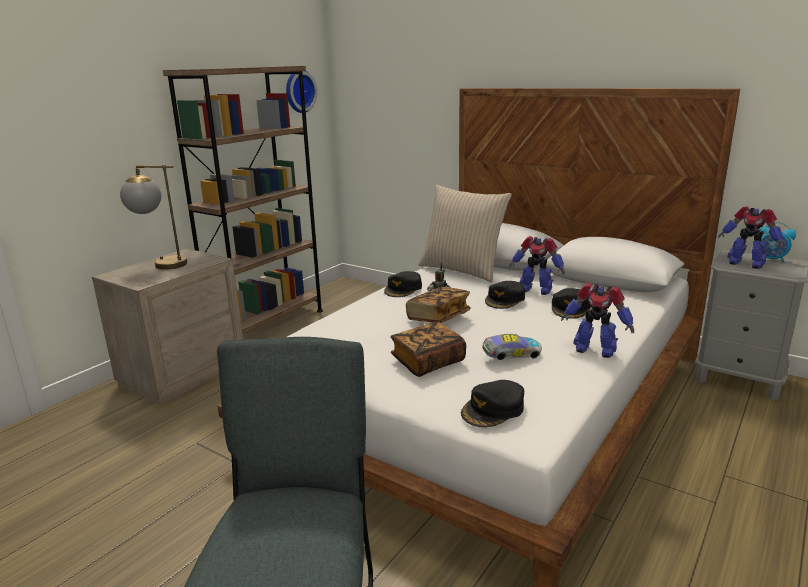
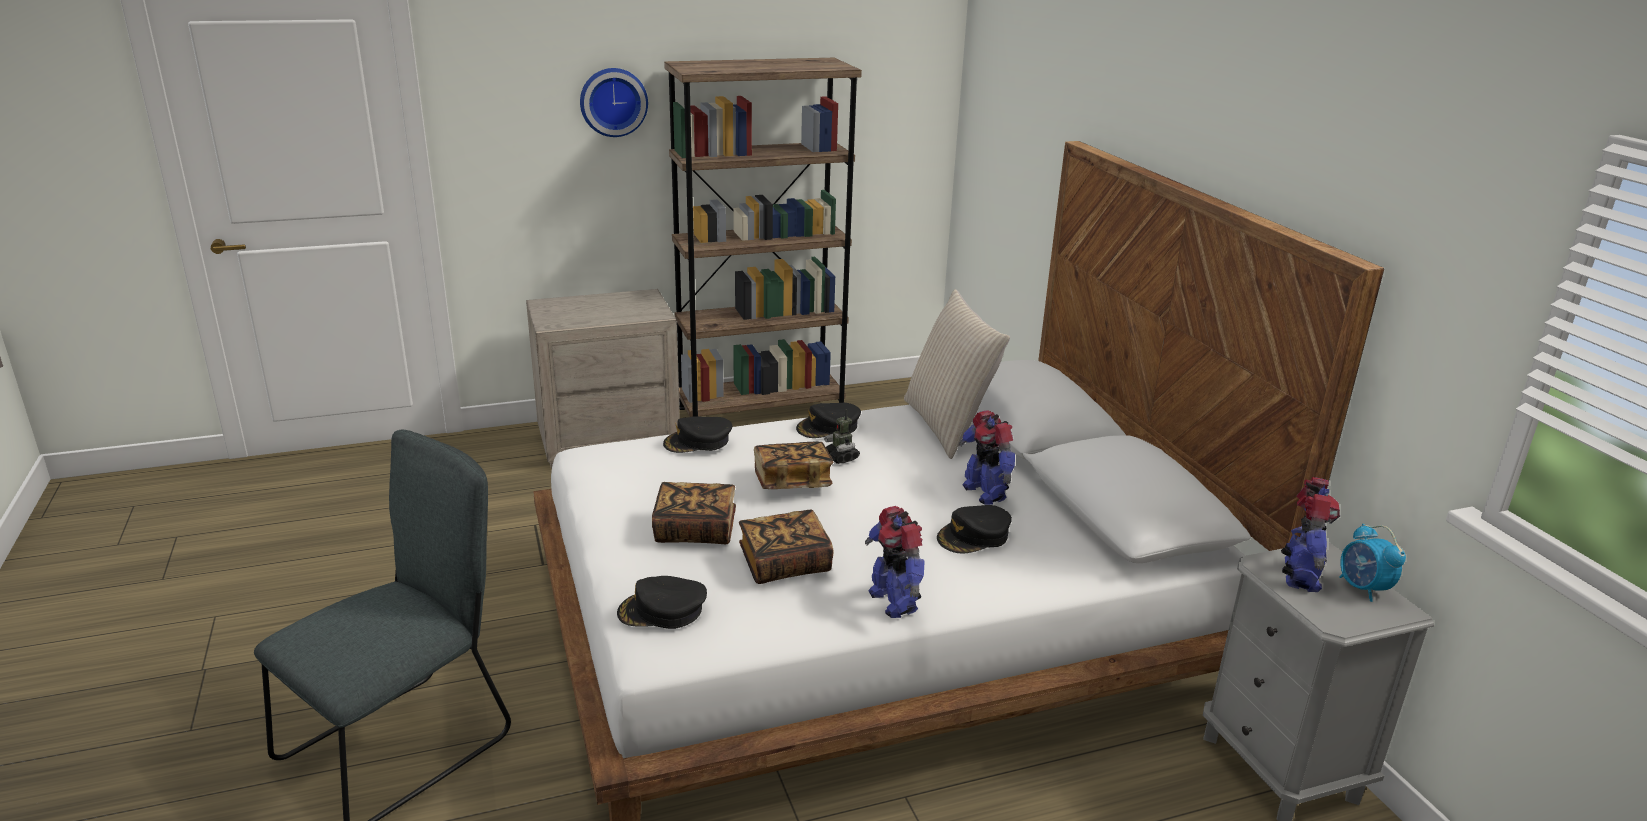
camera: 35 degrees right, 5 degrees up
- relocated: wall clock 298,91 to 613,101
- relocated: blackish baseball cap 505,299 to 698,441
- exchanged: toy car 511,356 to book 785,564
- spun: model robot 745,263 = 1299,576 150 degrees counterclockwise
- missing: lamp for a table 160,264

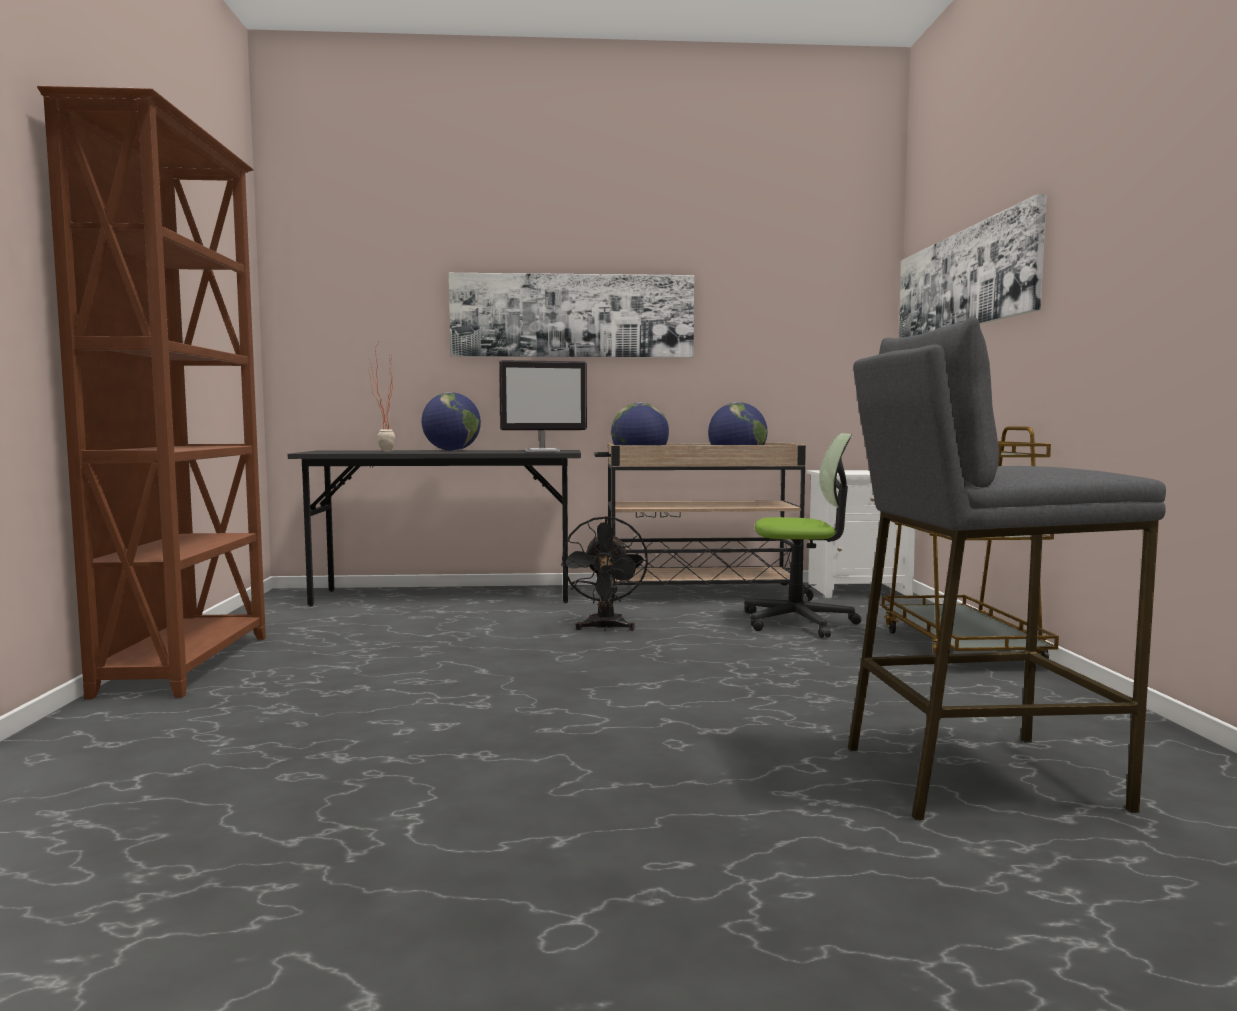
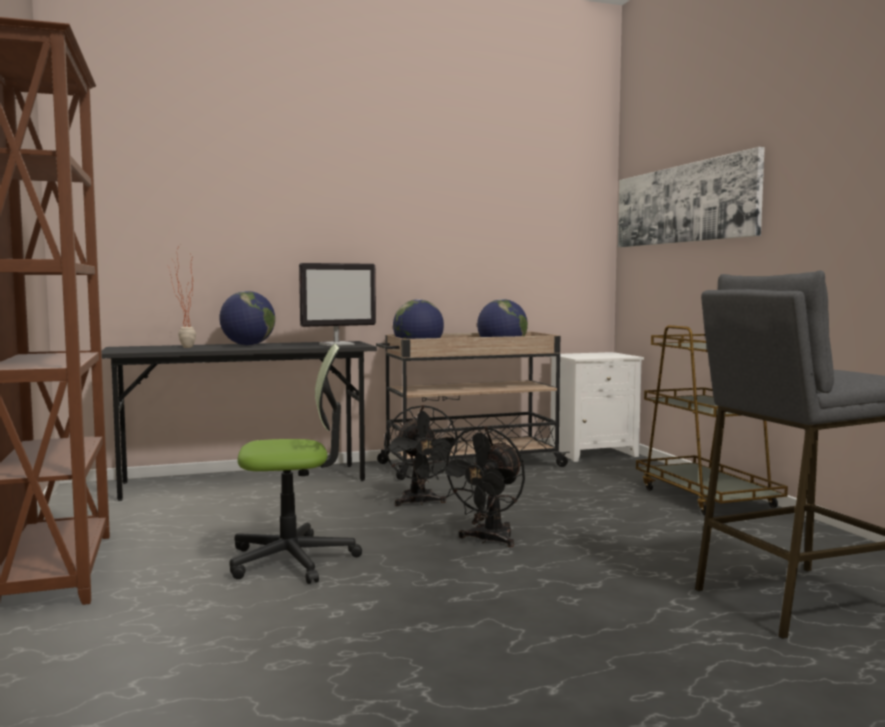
camera: 15 degrees left, 0 degrees up
- relocated: computer chair 798,622 to 292,560
- appeared: blackish electric fan 487,540
- missing: wall art 572,316

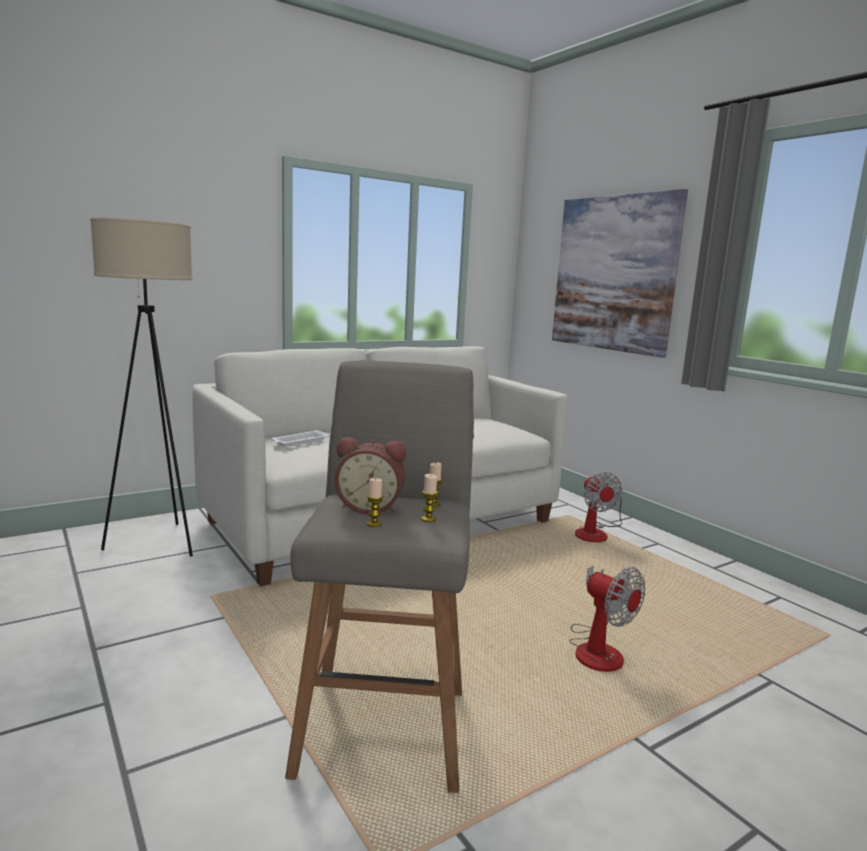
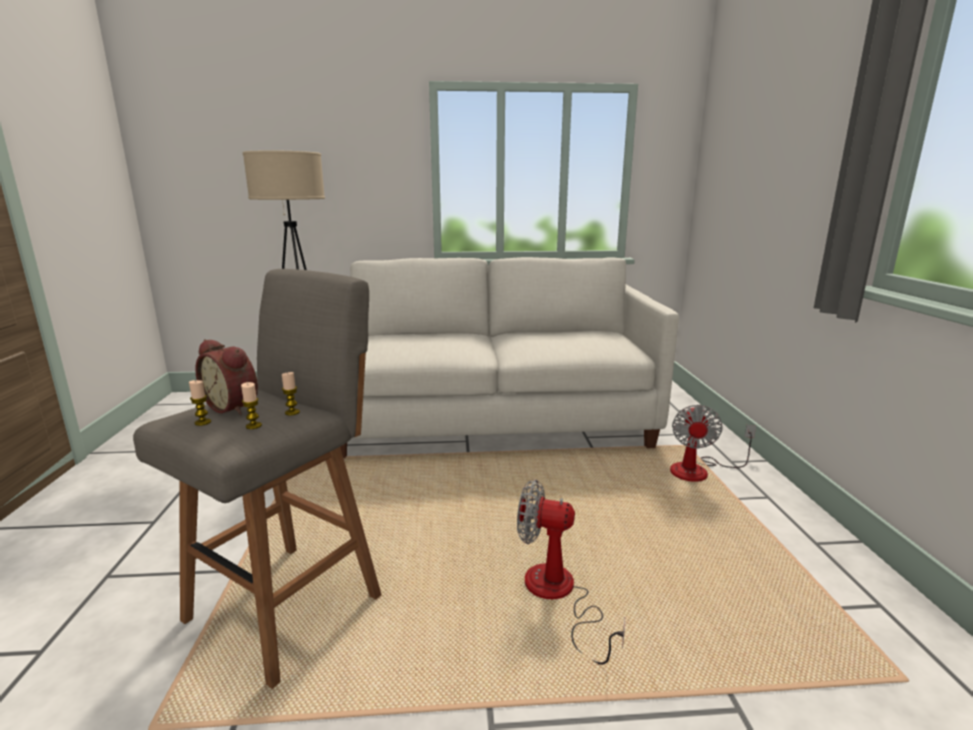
camera: 30 degrees right, 5 degrees up
- spun: electric fan 597,648 = 558,596 120 degrees clockwise
- missing: white carrying tray 299,442
- missing: wall art 614,273

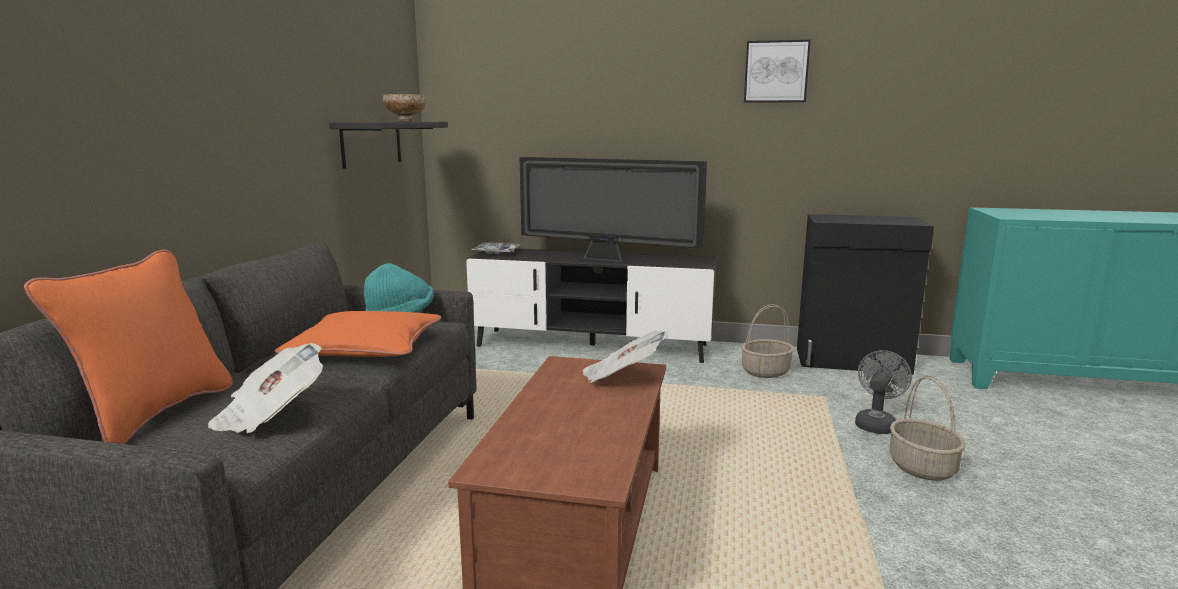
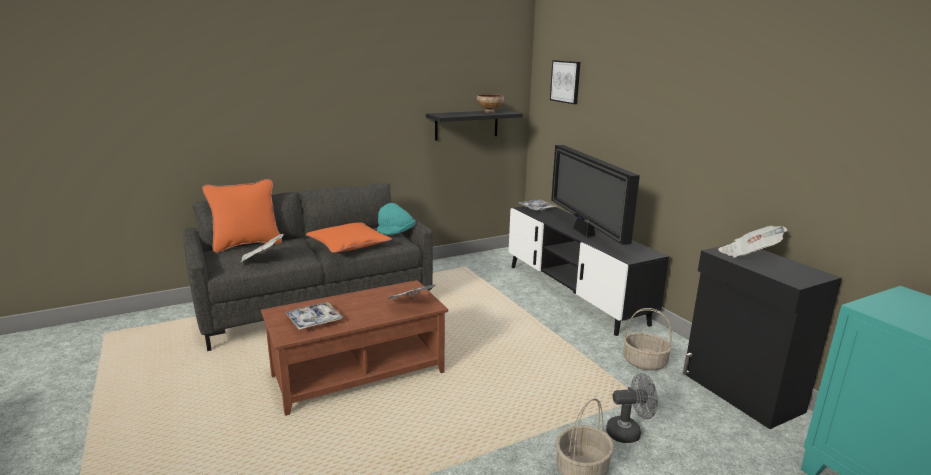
camera: 50 degrees right, 5 degrees up
- appeared: carrying tray 314,321
- relocated: wall art 776,72 to 565,81
- appeared: newspaper 748,255

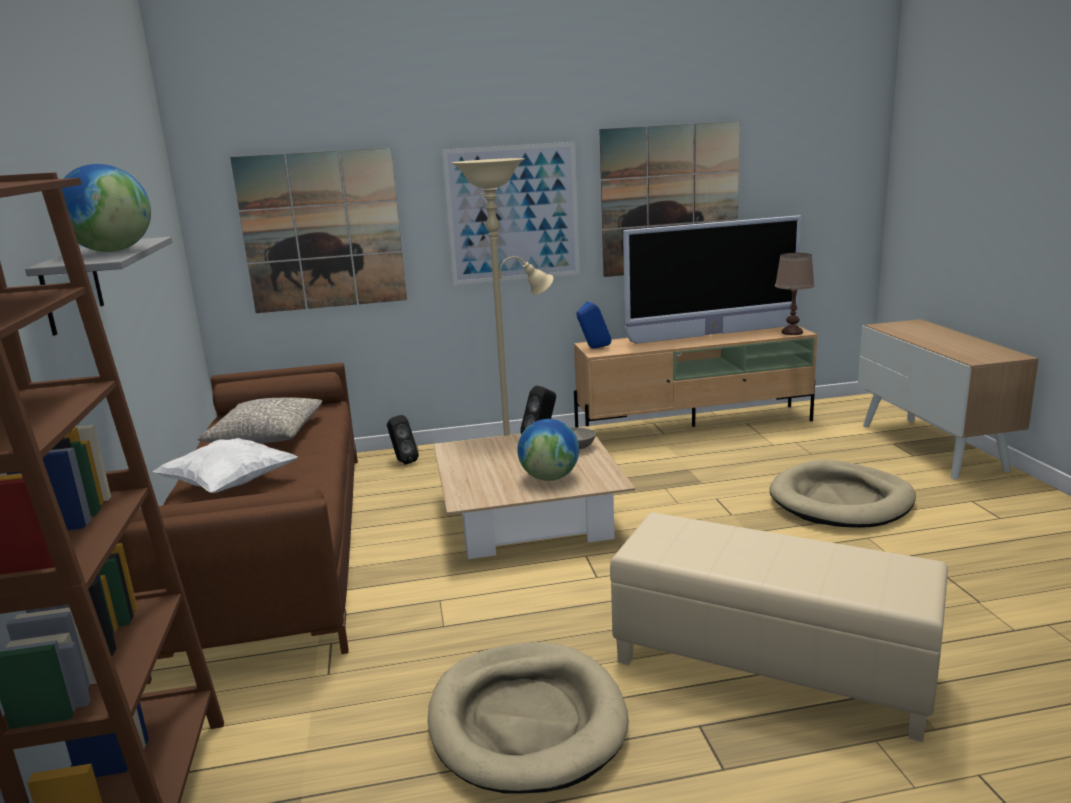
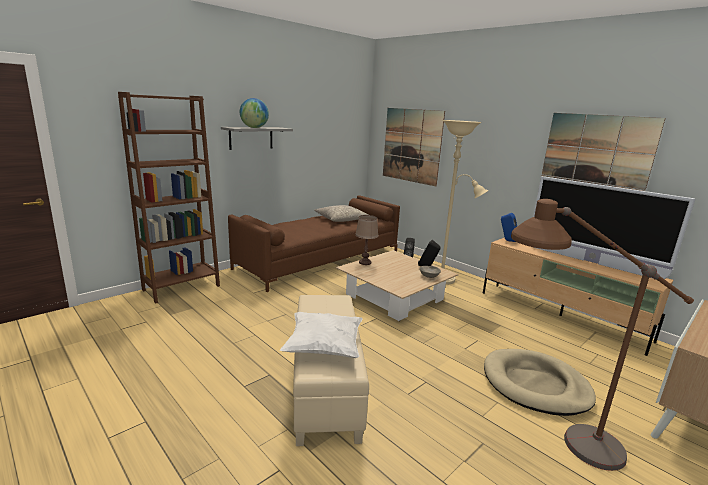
camera: 55 degrees right, 0 degrees up
- relocated: white pillow 230,485 to 323,348
- relocated: brown-coloured lamp for a table 791,332 to 365,262
- appeared: brown-coloured standing lamp 555,446
- missing: beige pet bed 526,721
- missing: wall art 513,214
- missing: globe 550,477

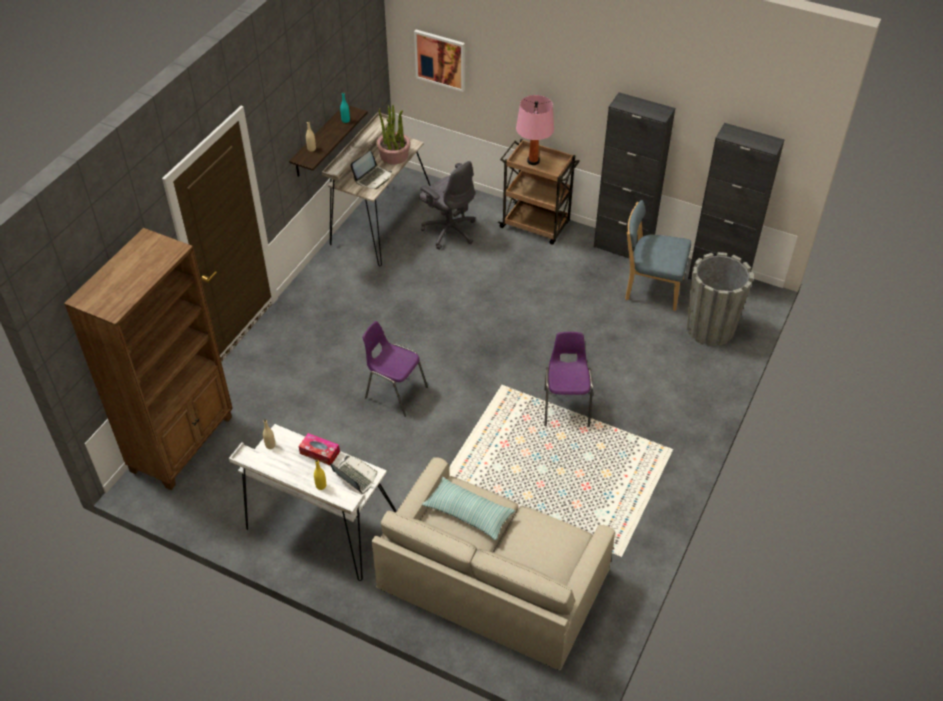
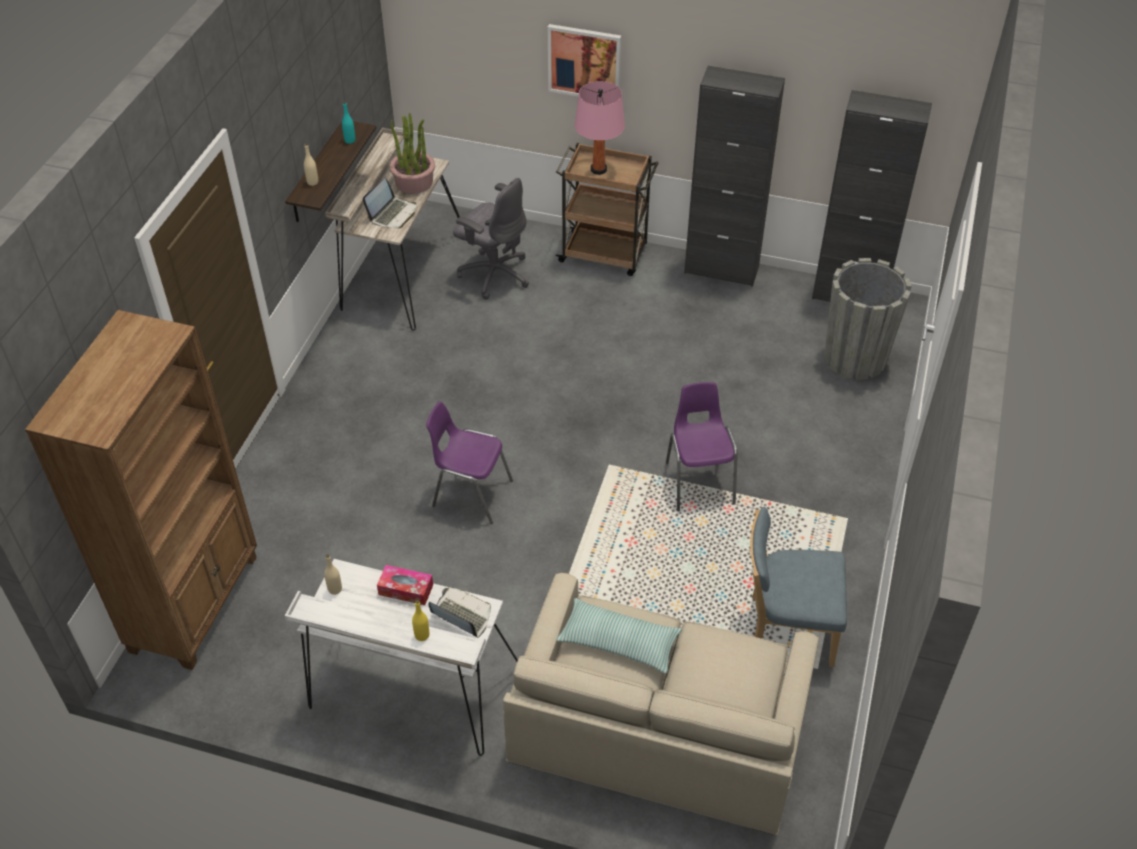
camera: 10 degrees left, 0 degrees up
- relocated: wall art 440,60 to 584,62
- relocated: blue plain chair 651,288 to 786,629

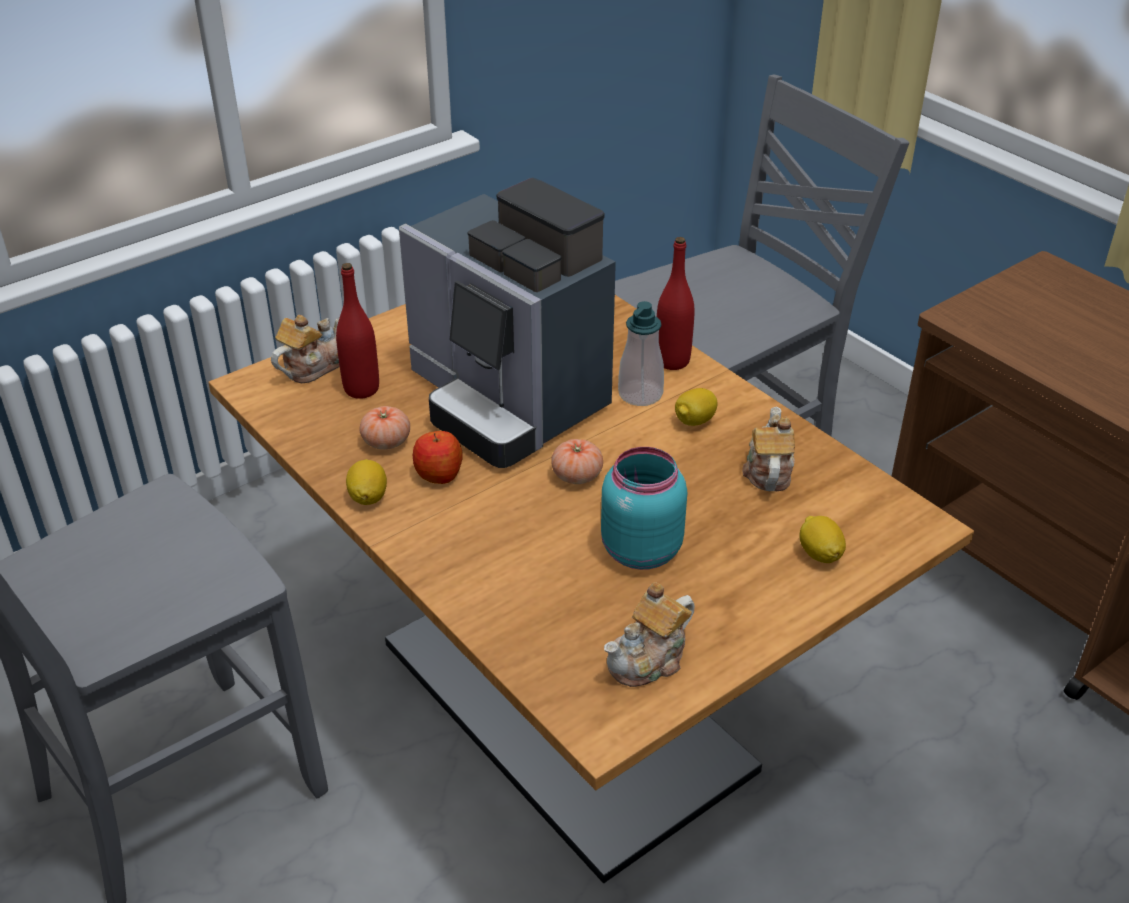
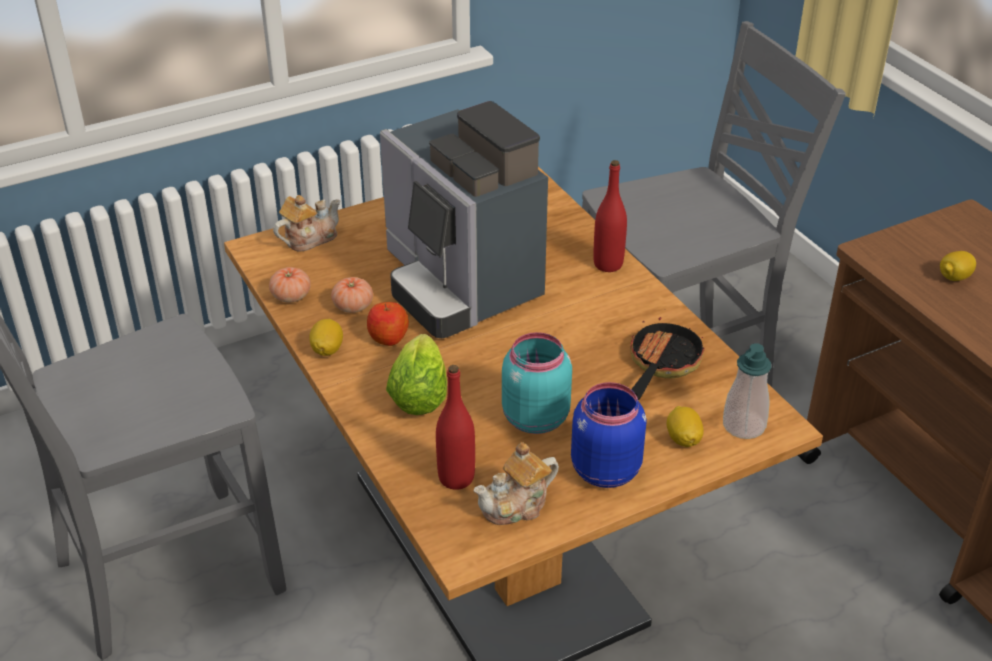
camera: 10 degrees right, 0 degrees up
- relocated: fresh tomato 577,475 to 291,296
- appeared: lettuce 420,392
- relocated: reddish bottle 361,389 to 456,478
- appeared: blue storage jar 603,469
- exchanged: teapot 768,471 to pan 661,365
- relocated: liquid soap bottle 640,394 to 743,426
- relocated: lemon 694,421 to 954,277

